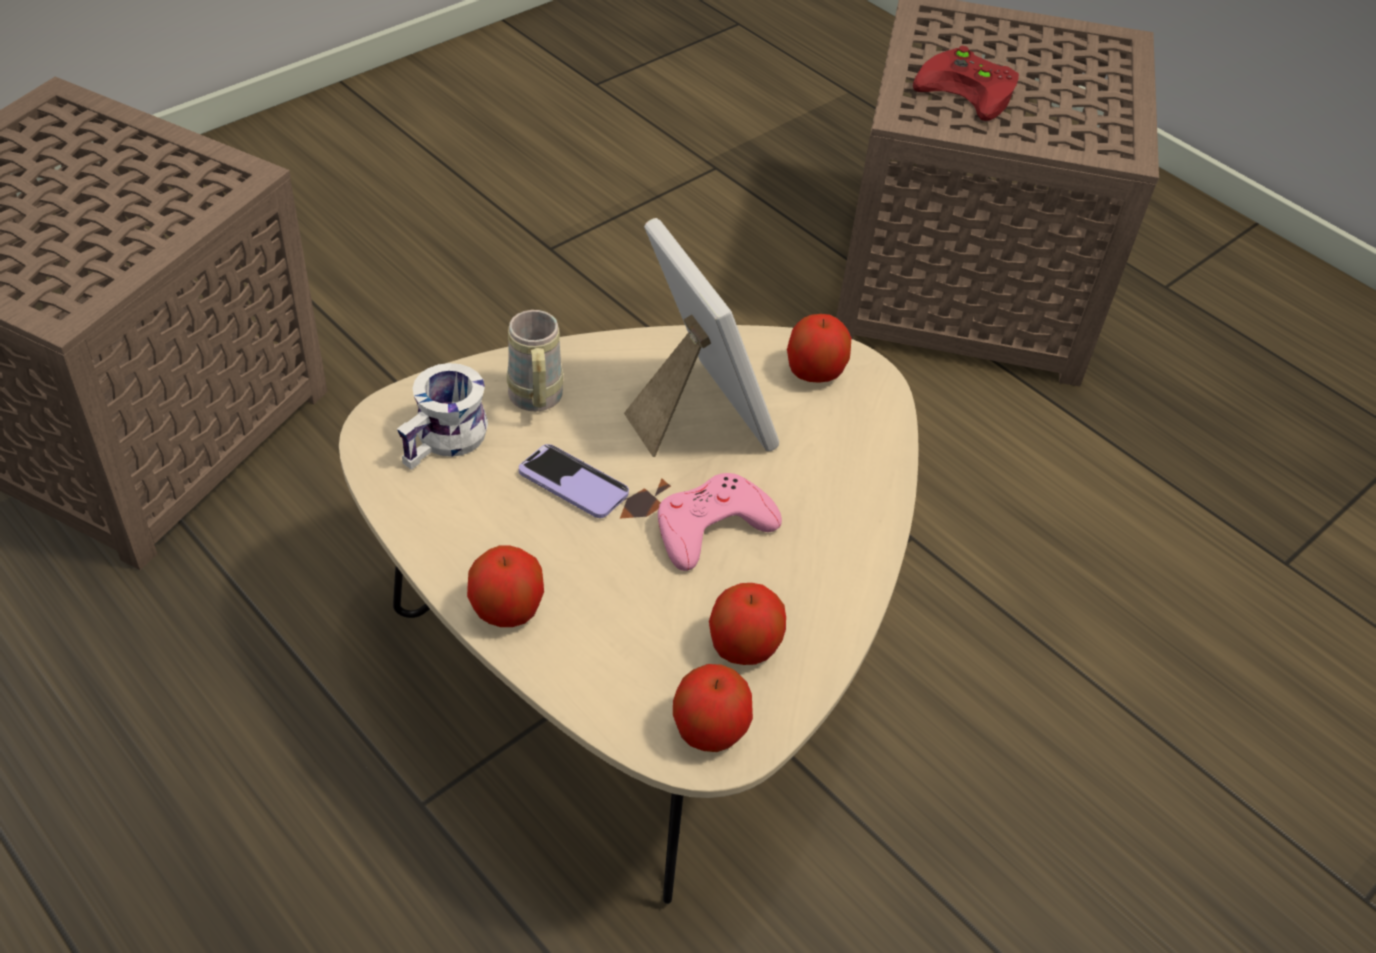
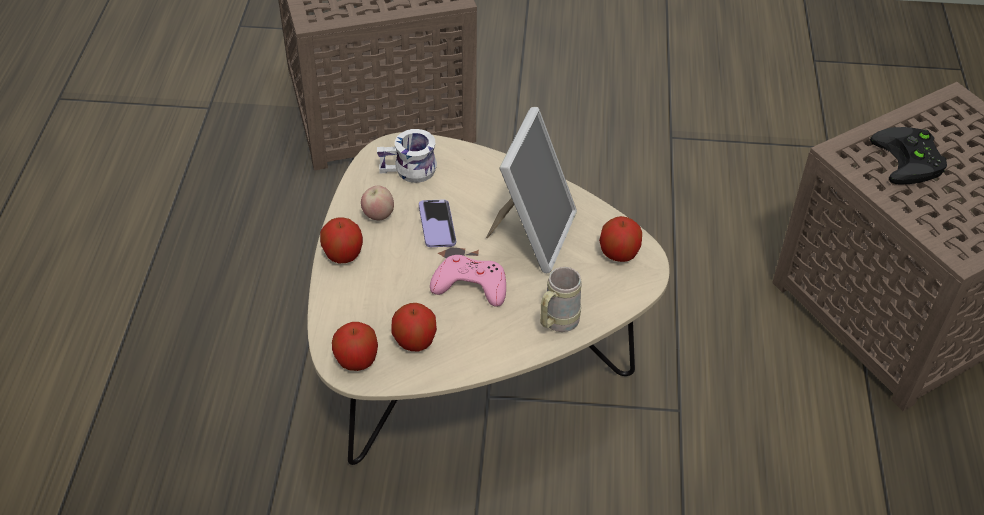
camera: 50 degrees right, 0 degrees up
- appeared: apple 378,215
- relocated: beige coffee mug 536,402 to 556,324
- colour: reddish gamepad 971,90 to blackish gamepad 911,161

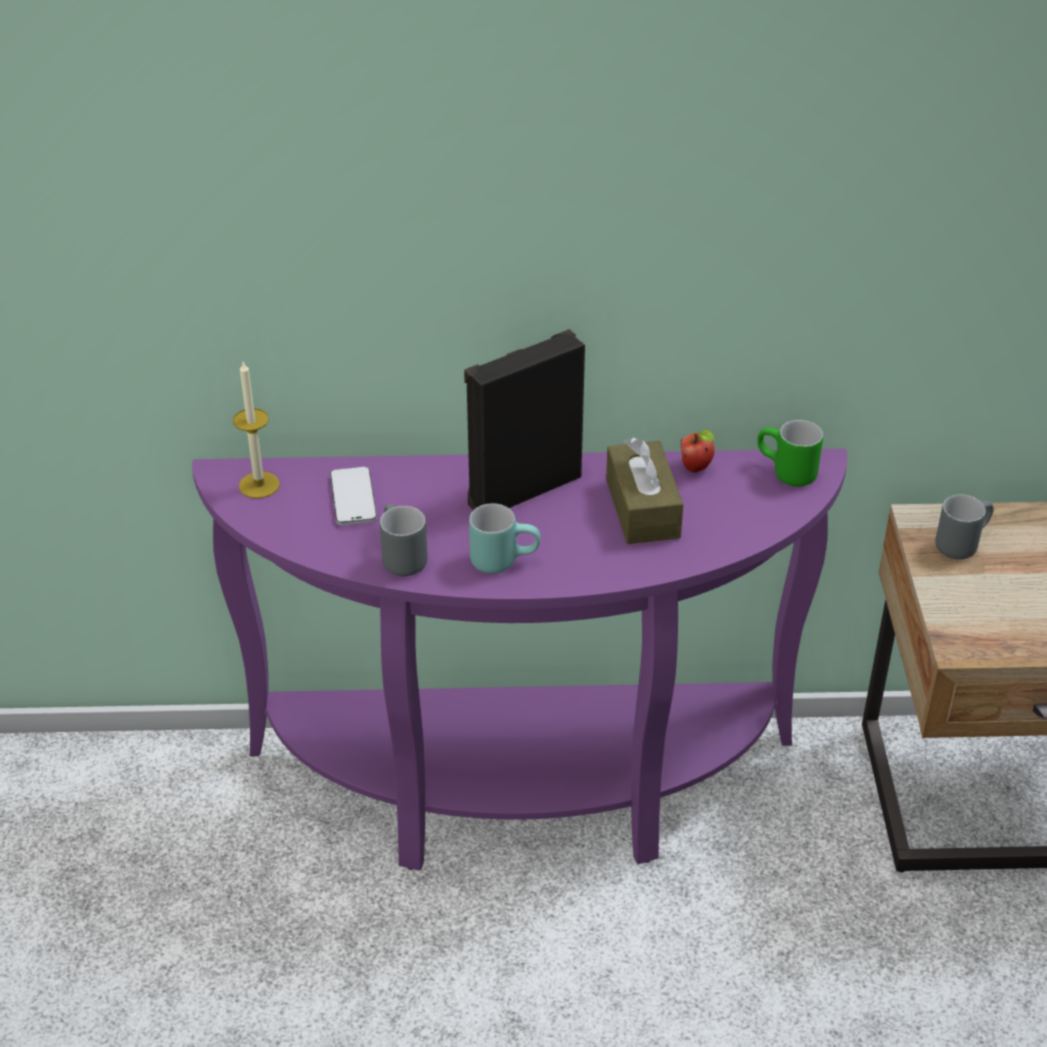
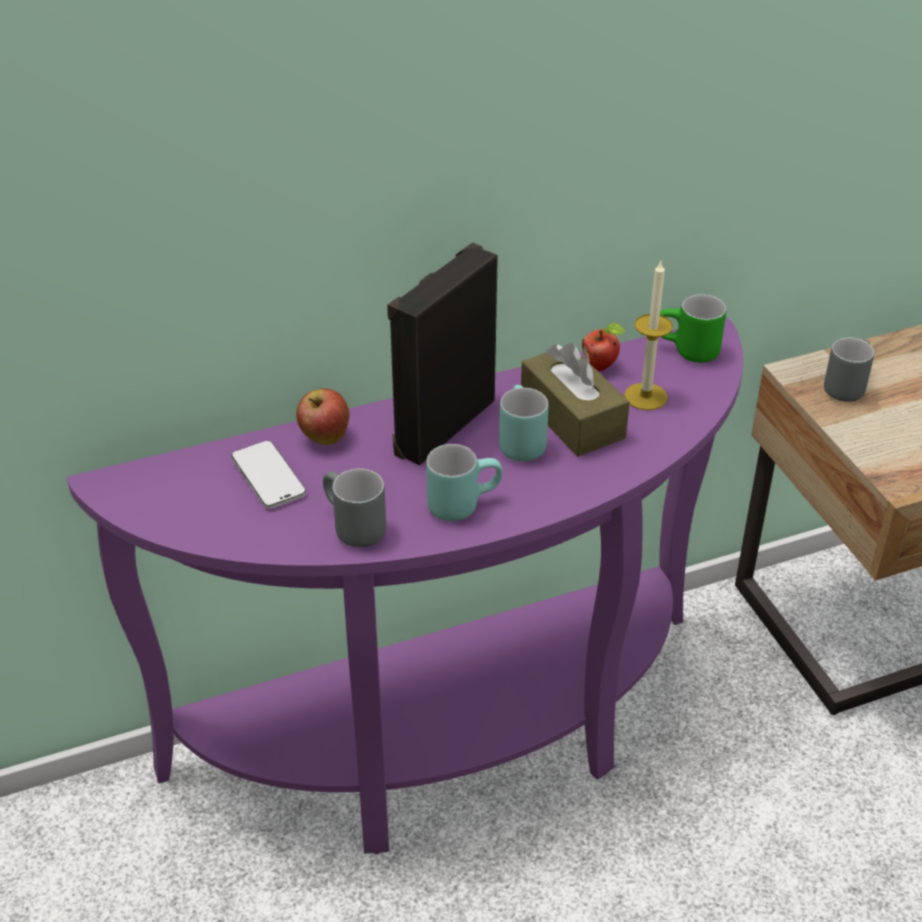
camera: 20 degrees left, 0 degrees up
- appeared: apple 324,438
- appeared: blue-green coffee mug 517,442
- relocated: candle 259,485 to 645,396

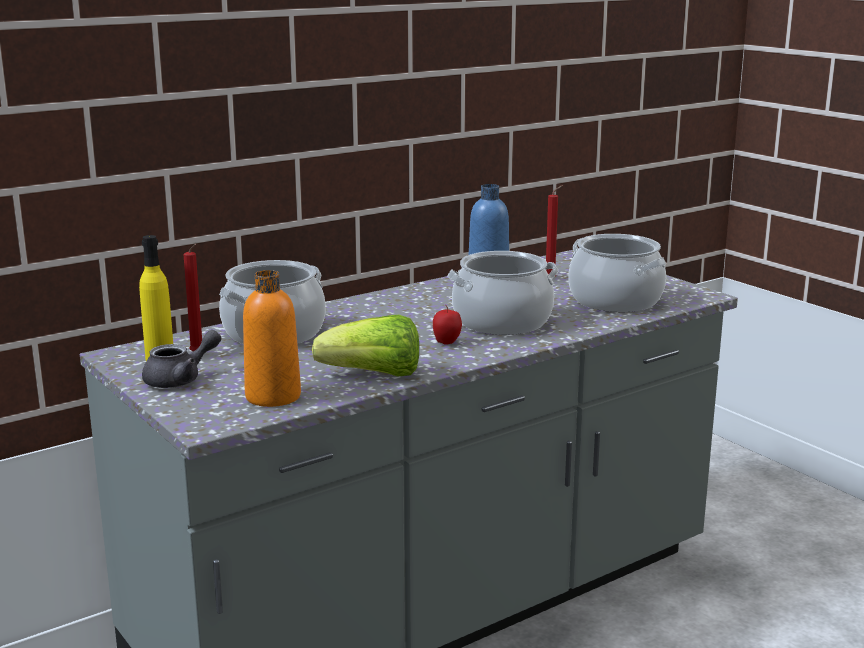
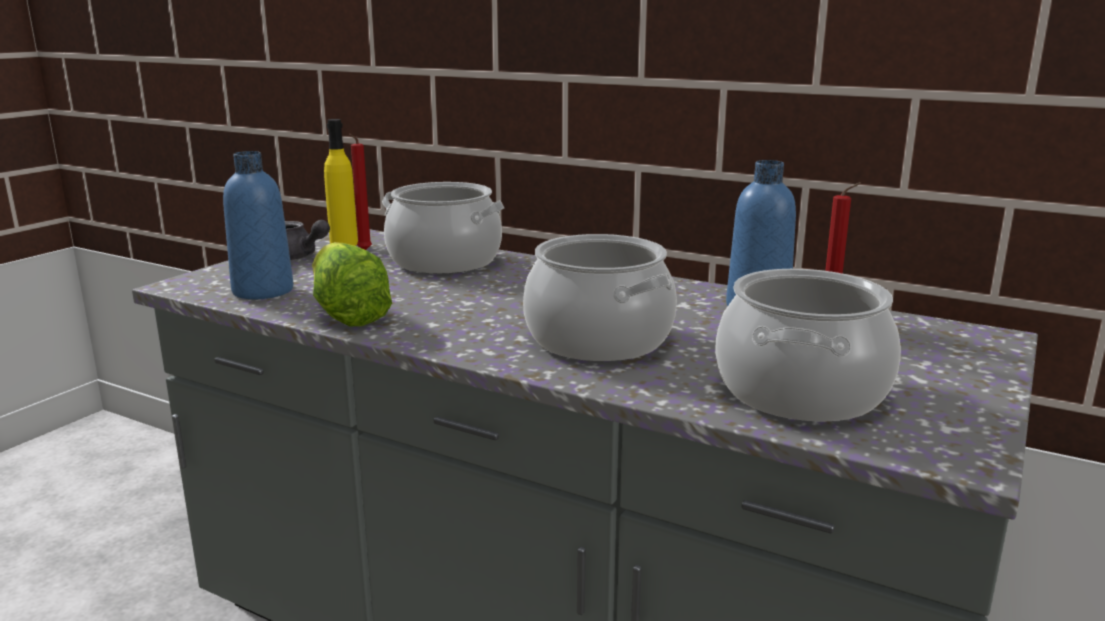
camera: 65 degrees right, 0 degrees up
- colour: orangey bottle 273,397 to blue bottle 263,291
- missing: apple 447,343

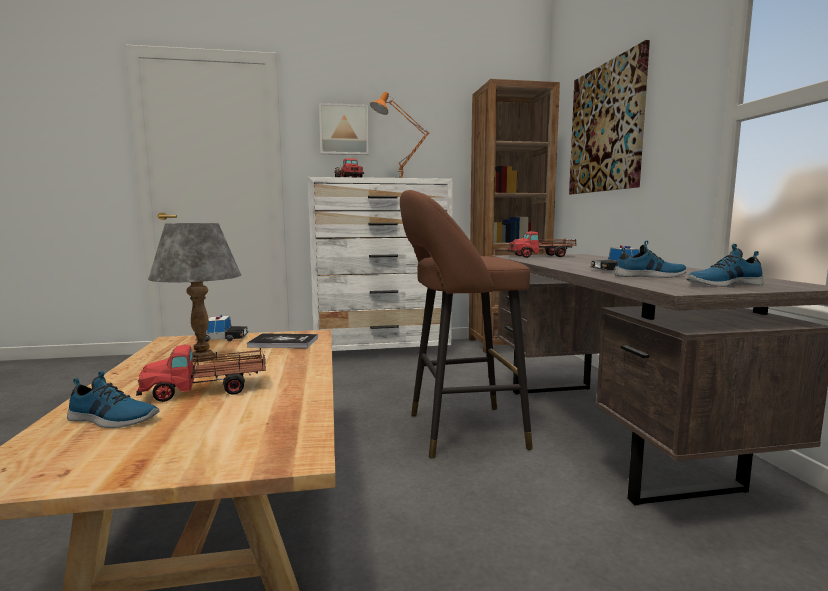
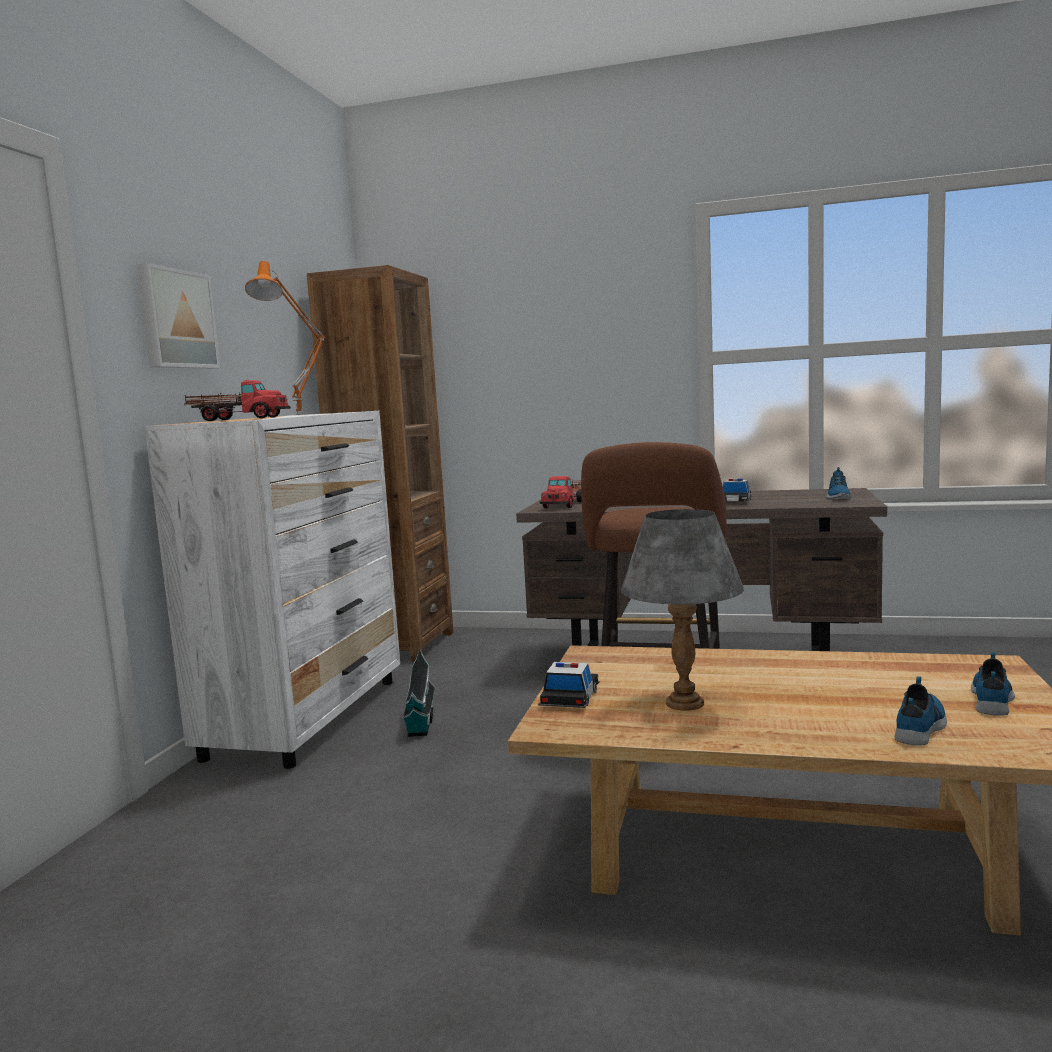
camera: 65 degrees left, 0 degrees up
- appeared: toy house 420,723
- relocated: item of footwear 650,276 to 993,698
- missing: model truck 208,390
- missing: book 283,342
- missing: wall art 606,128

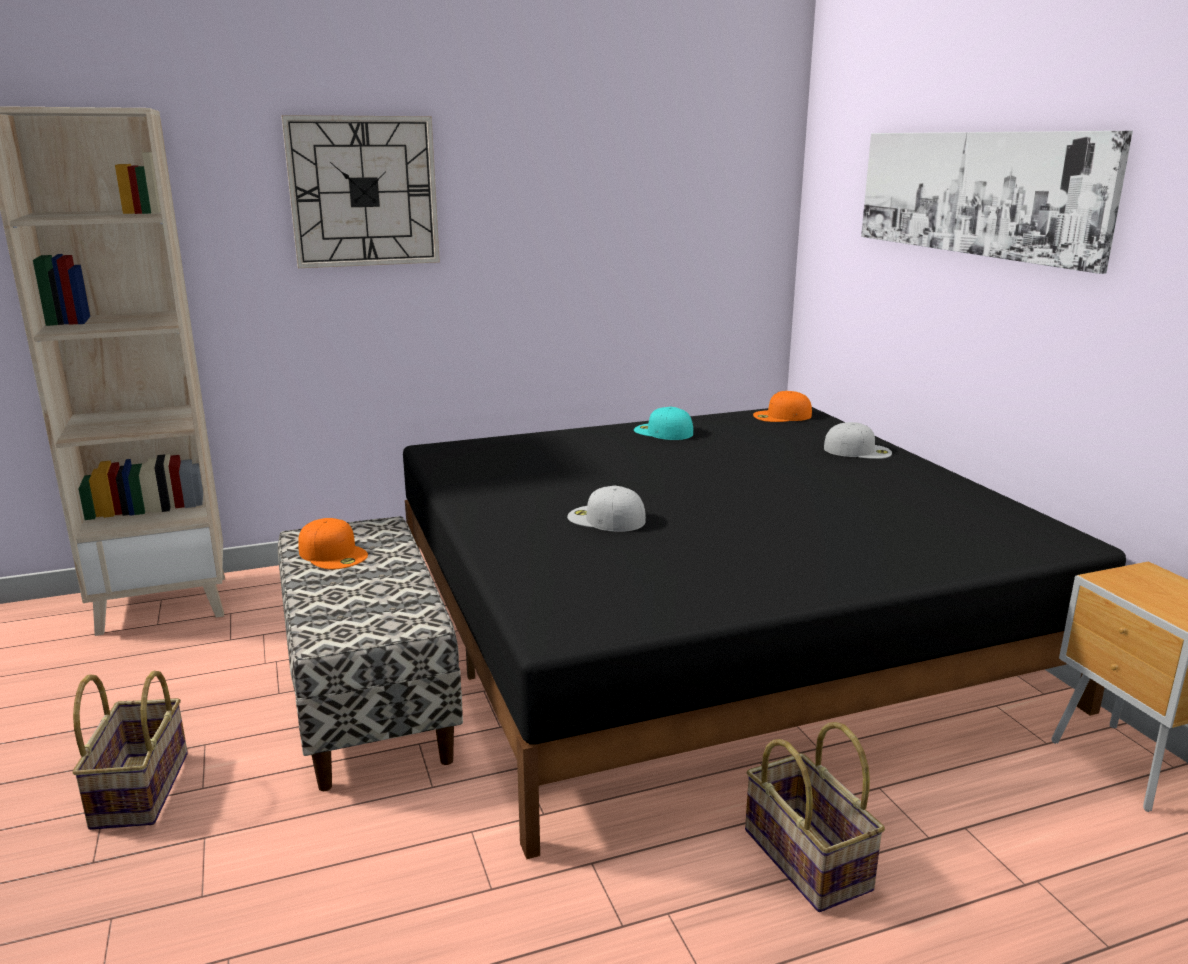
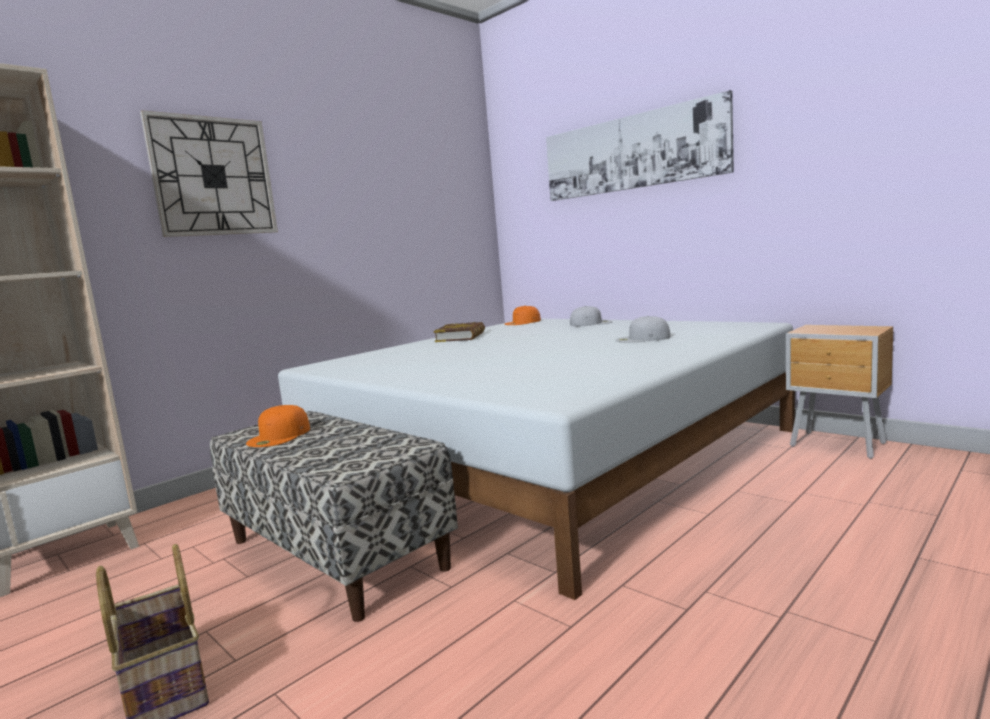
camera: 25 degrees left, 10 degrees down
- spun: orangey baseball cap 333,553 = 279,436 90 degrees clockwise
- colour: blackish sleeping bed 706,634 to white sleeping bed 546,455
- exchanged: blue-green baseball cap 662,432 to book 461,337
- relocated: white baseball cap 605,519 to 642,339
- missing: basket 809,859

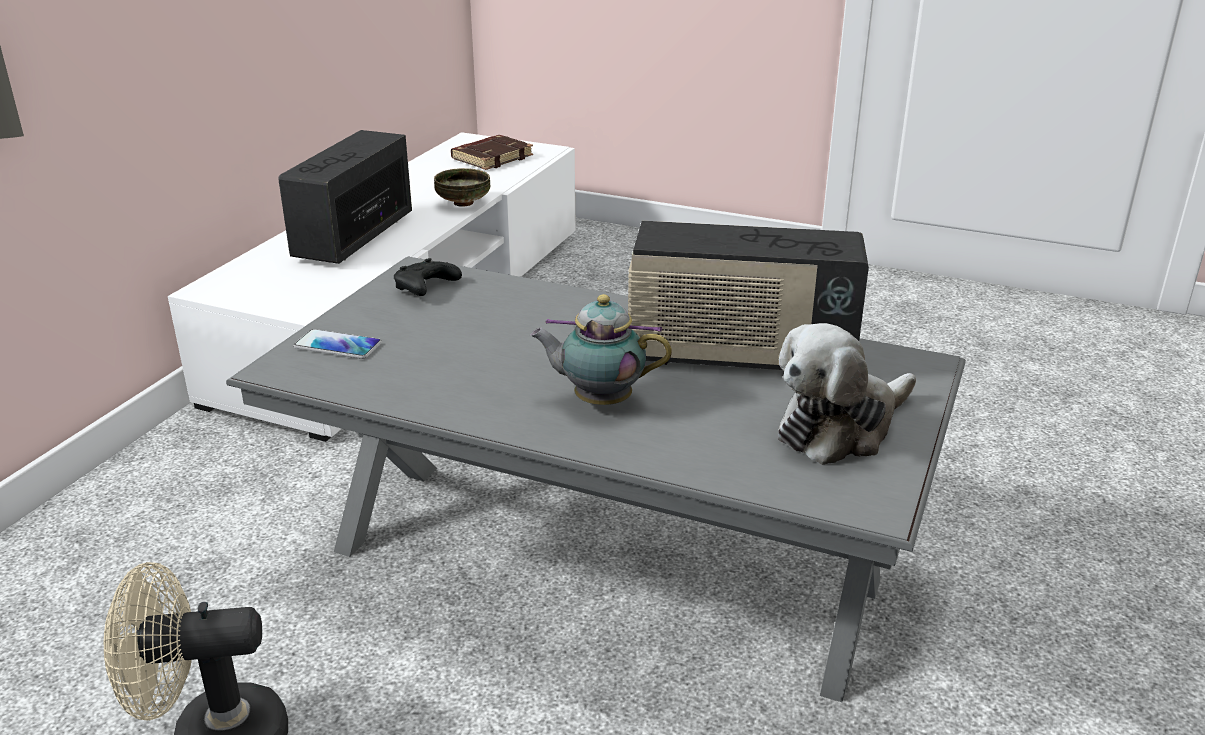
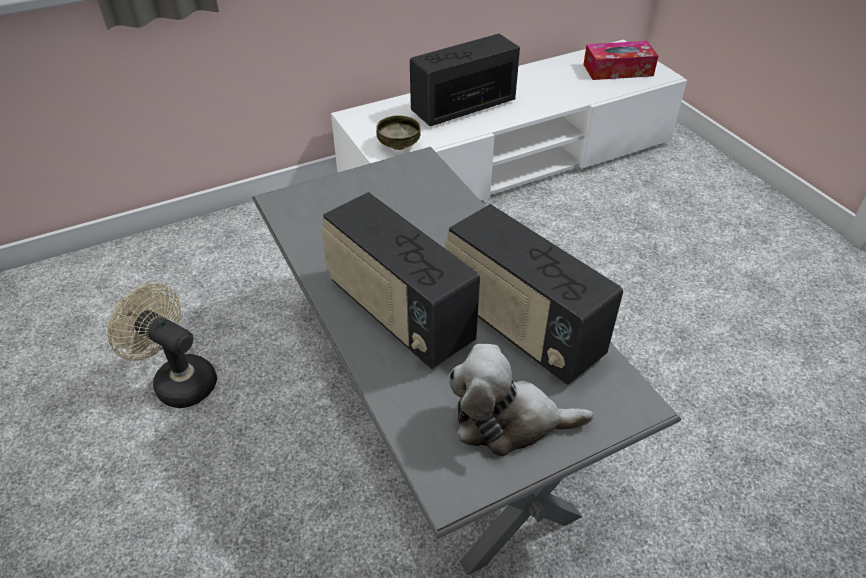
camera: 40 degrees right, 15 degrees up
- exchanged: teapot 599,401 to radio 398,313
- relocated: bowl 462,203 to 398,145
- exchanged: brown-coloured book 492,158 to box of tissues 618,70
- missing: handset 337,346
- missing: blackish gamepad 425,289

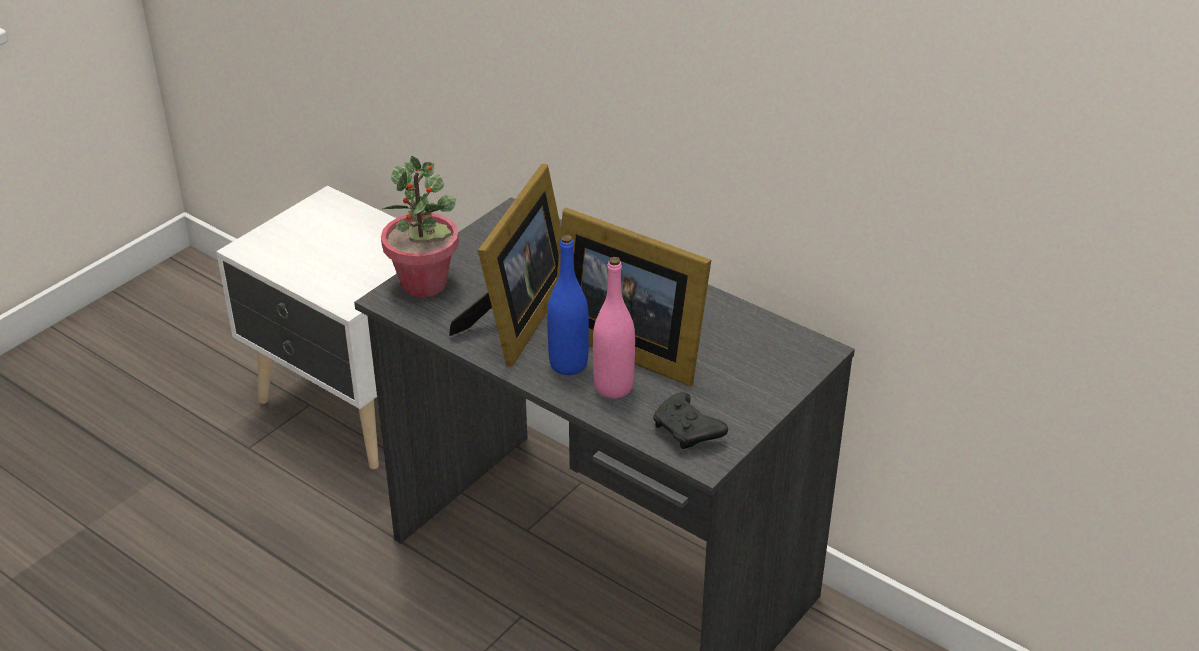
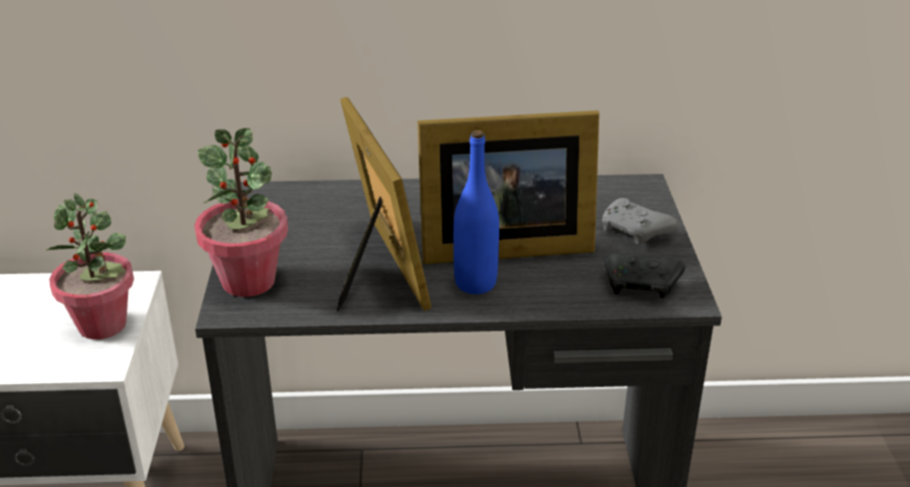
camera: 40 degrees left, 5 degrees down
- appeared: houseplant 103,325
- appeared: gray gamepad 635,232
- missing: pink bottle 613,387

